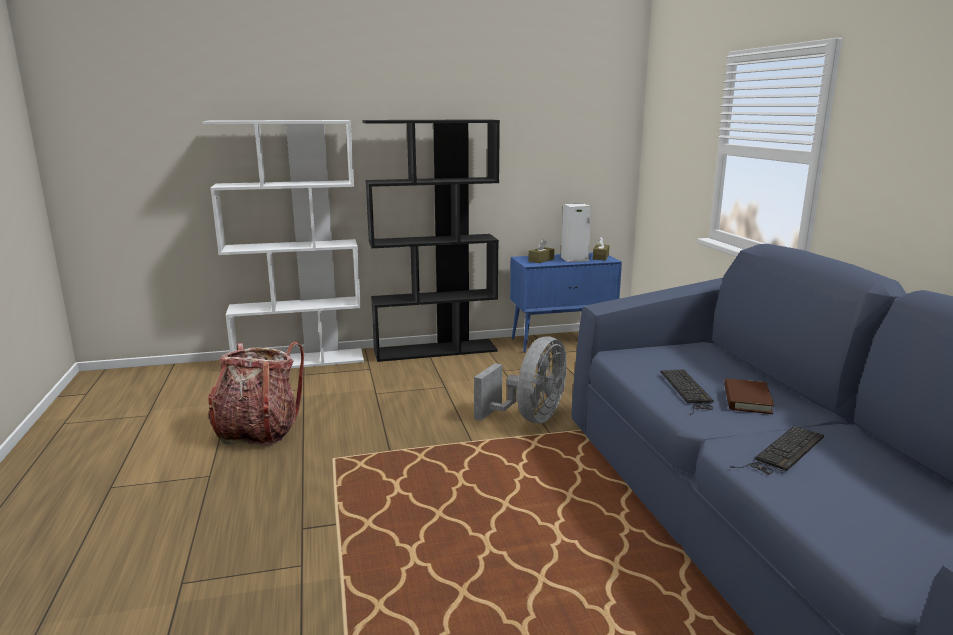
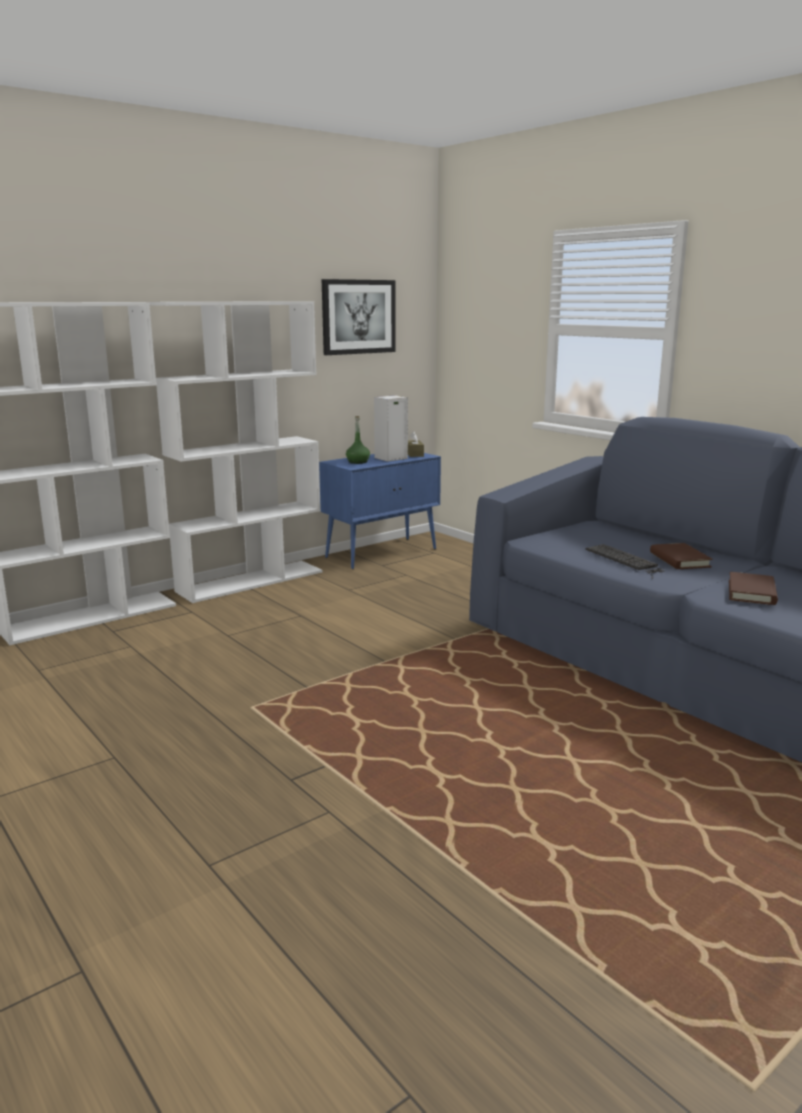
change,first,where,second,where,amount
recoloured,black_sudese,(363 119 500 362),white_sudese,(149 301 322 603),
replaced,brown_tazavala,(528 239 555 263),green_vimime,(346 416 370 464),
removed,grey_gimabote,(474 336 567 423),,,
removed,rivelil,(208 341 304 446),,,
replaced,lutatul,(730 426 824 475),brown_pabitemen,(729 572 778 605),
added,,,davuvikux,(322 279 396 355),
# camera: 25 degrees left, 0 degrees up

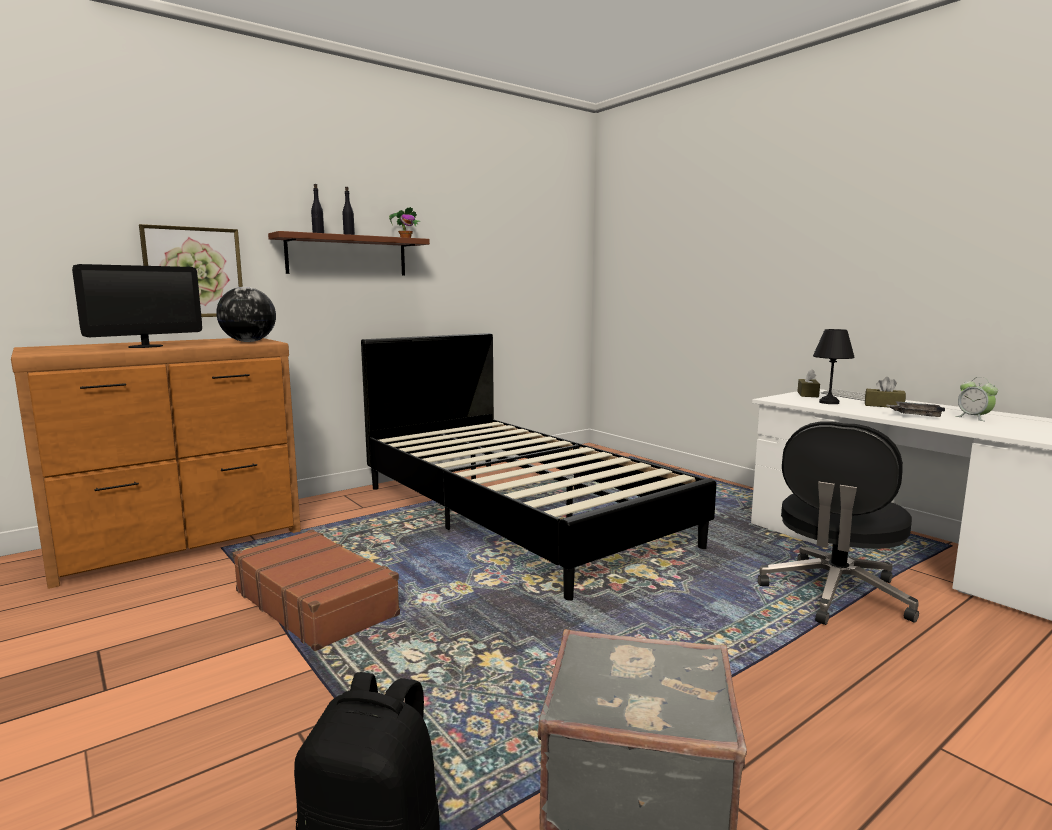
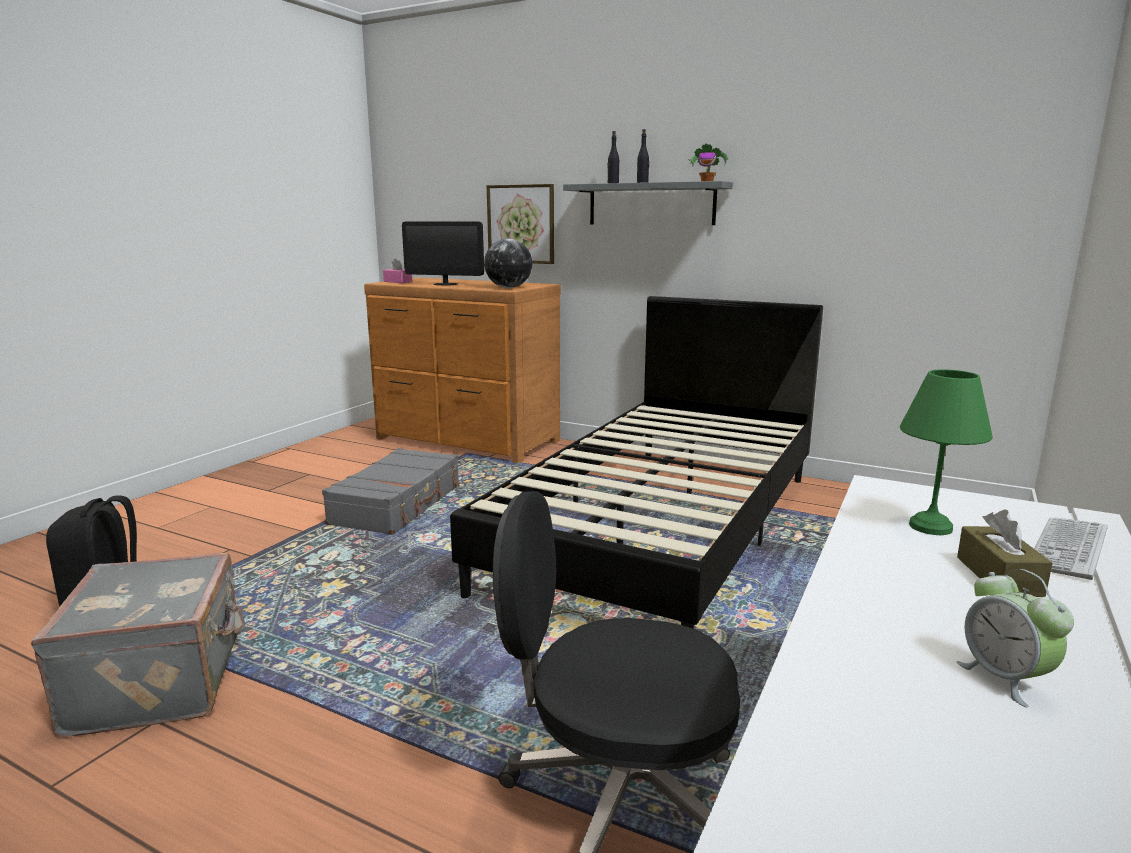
change,first,where,second,where,amount
recoloured,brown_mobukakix,(268 231 430 275),grey_mobukakix,(563 181 733 225),
recoloured,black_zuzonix,(813 329 855 404),green_zuzonix,(900 369 993 535),
removed,brown_tazavala,(797 368 820 397),,,
turned,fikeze,(955 377 998 421),,(956 569 1074 707),60 degrees counterclockwise
removed,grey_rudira,(886 401 945 417),,,
recoloured,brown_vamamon,(233 529 400 651),grey_vamamon,(322 448 460 535),
added,,,pink_tazavala,(383 258 412 283),
# camera: 65 degrees right, 5 degrees up

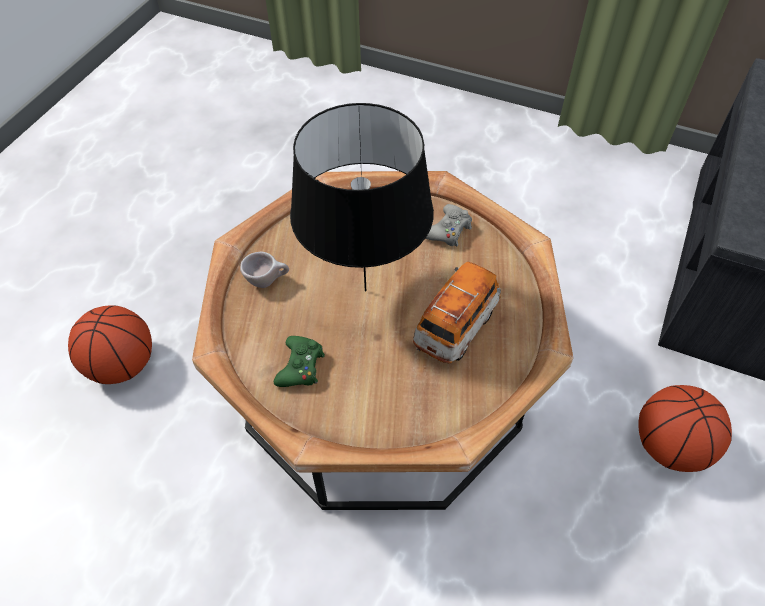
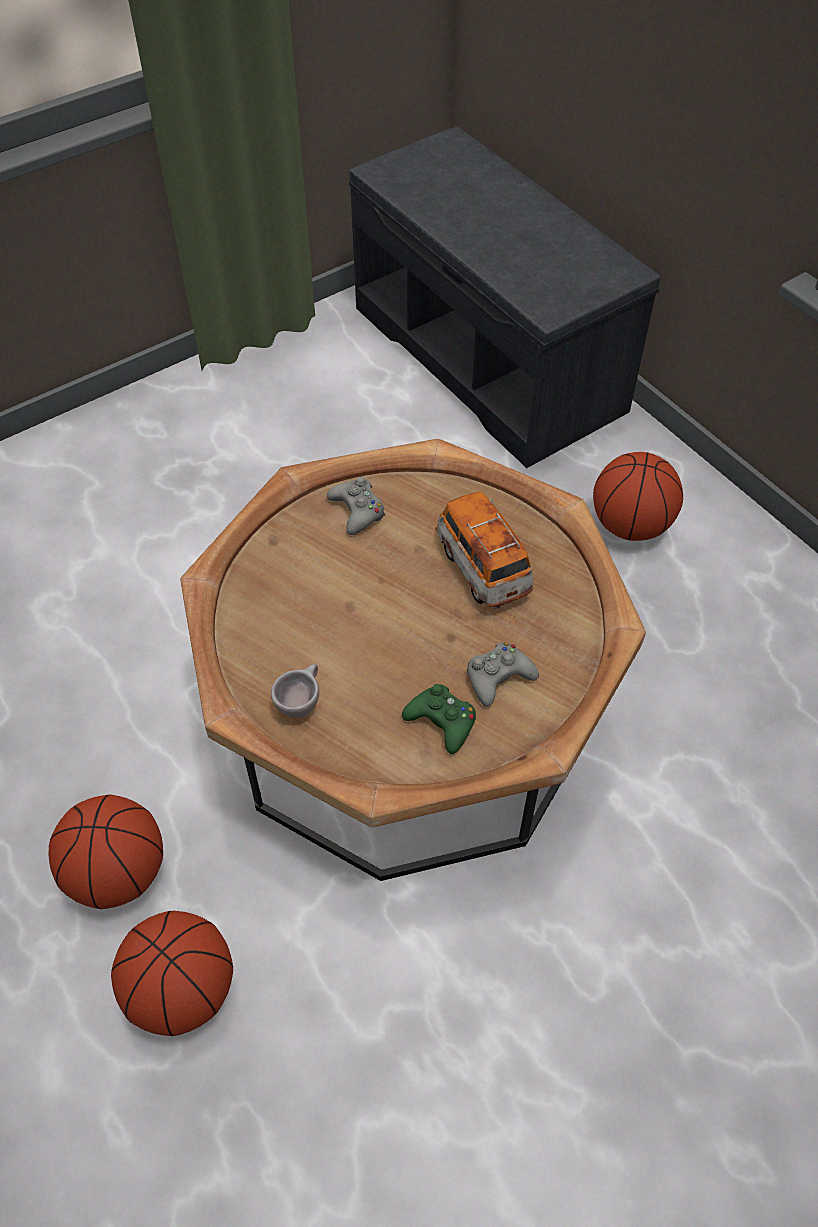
change,first,where,second,where,amount
removed,black_zuzonix,(290 103 434 291),,,
added,,,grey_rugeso,(467 642 539 707),
added,,,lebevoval,(49 795 163 909),
# camera: 60 degrees left, 0 degrees up

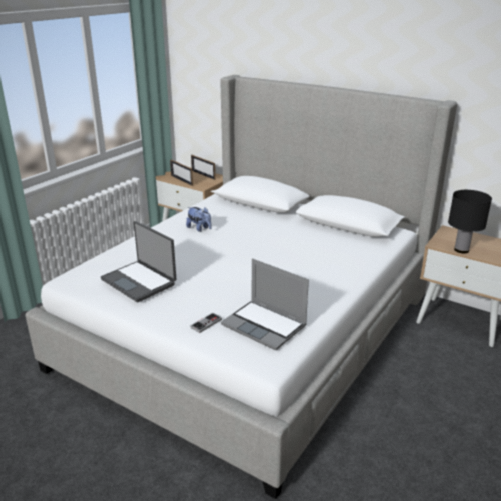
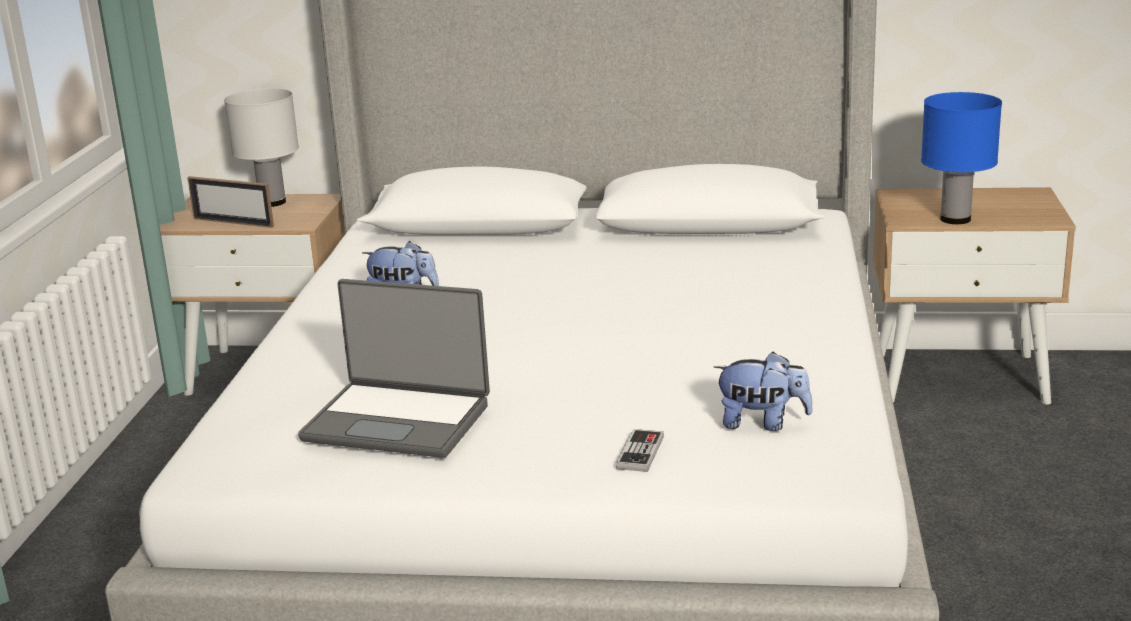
change,first,where,second,where,amount
replaced,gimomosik,(191 155 216 180),white_zuzonix,(224 88 299 207),
recoloured,black_zuzonix,(448 190 492 253),blue_zuzonix,(921 92 1002 224),
replaced,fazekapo,(221 259 309 350),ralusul,(714 352 813 431),
# camera: 25 degrees left, 5 degrees down

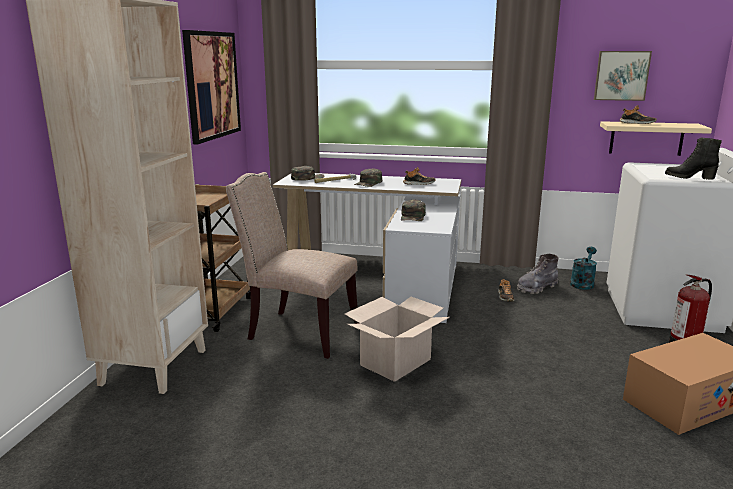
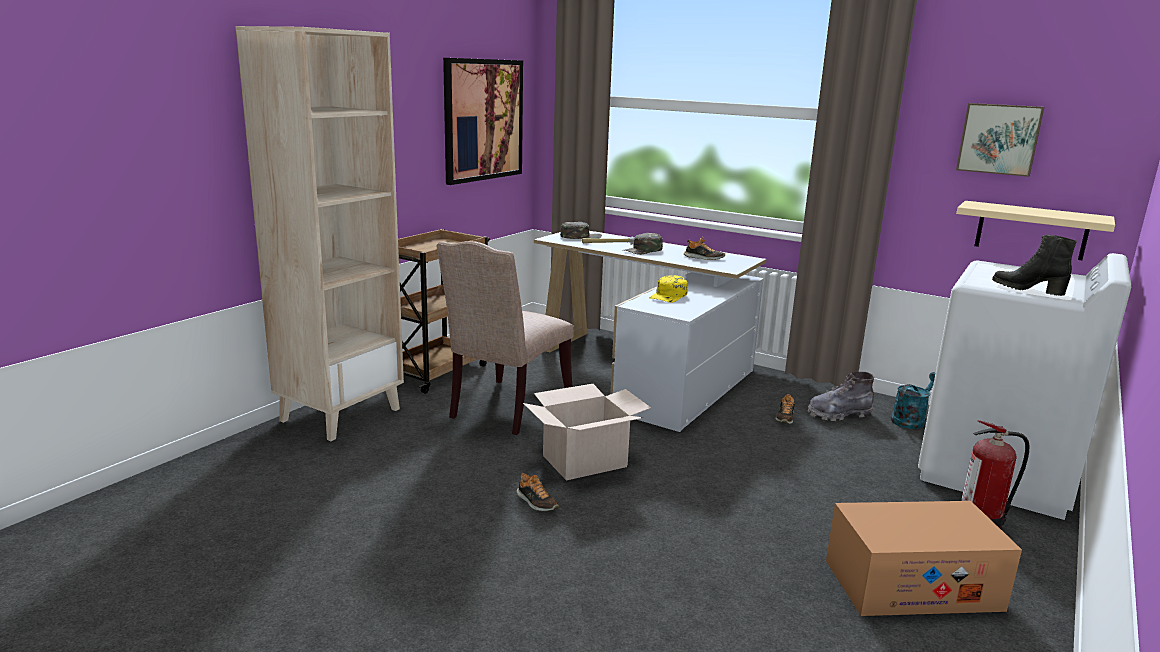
change,first,where,second,where,amount
moved,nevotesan,(619 105 657 124),,(517 473 559 511),
turned,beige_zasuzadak,(226 172 359 359),,(437 241 574 435),105 degrees counterclockwise
recoloured,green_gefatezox,(401 199 426 221),yellow_gefatezox,(649 275 687 302),
# camera: 20 degrees right, 0 degrees up

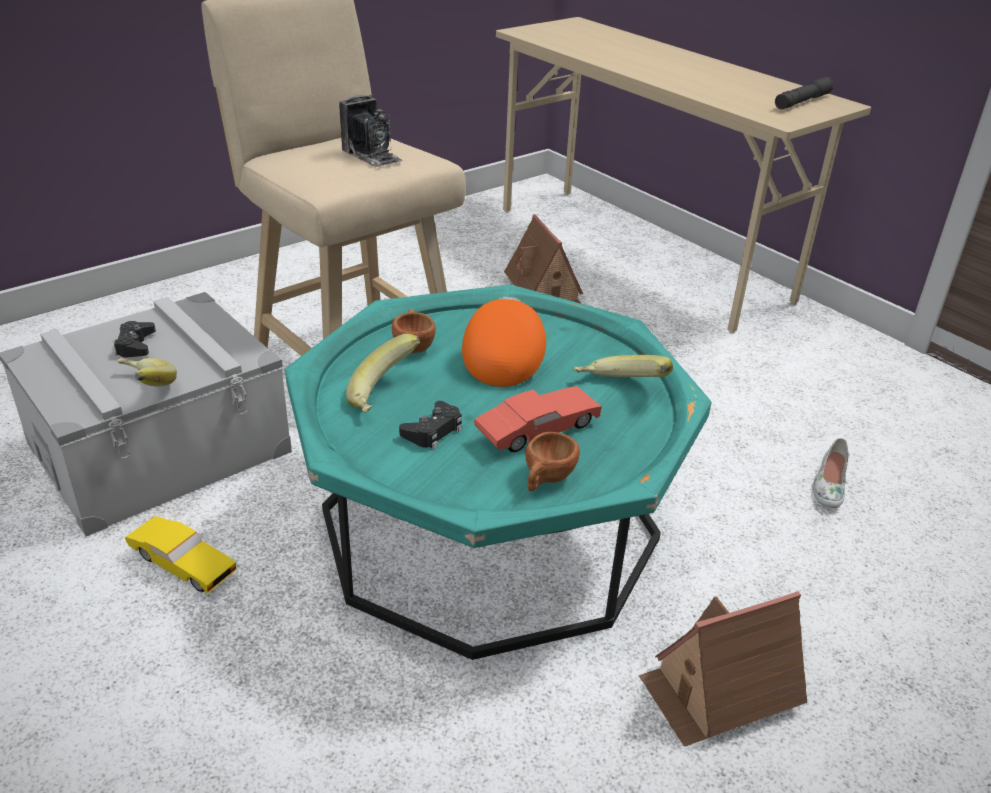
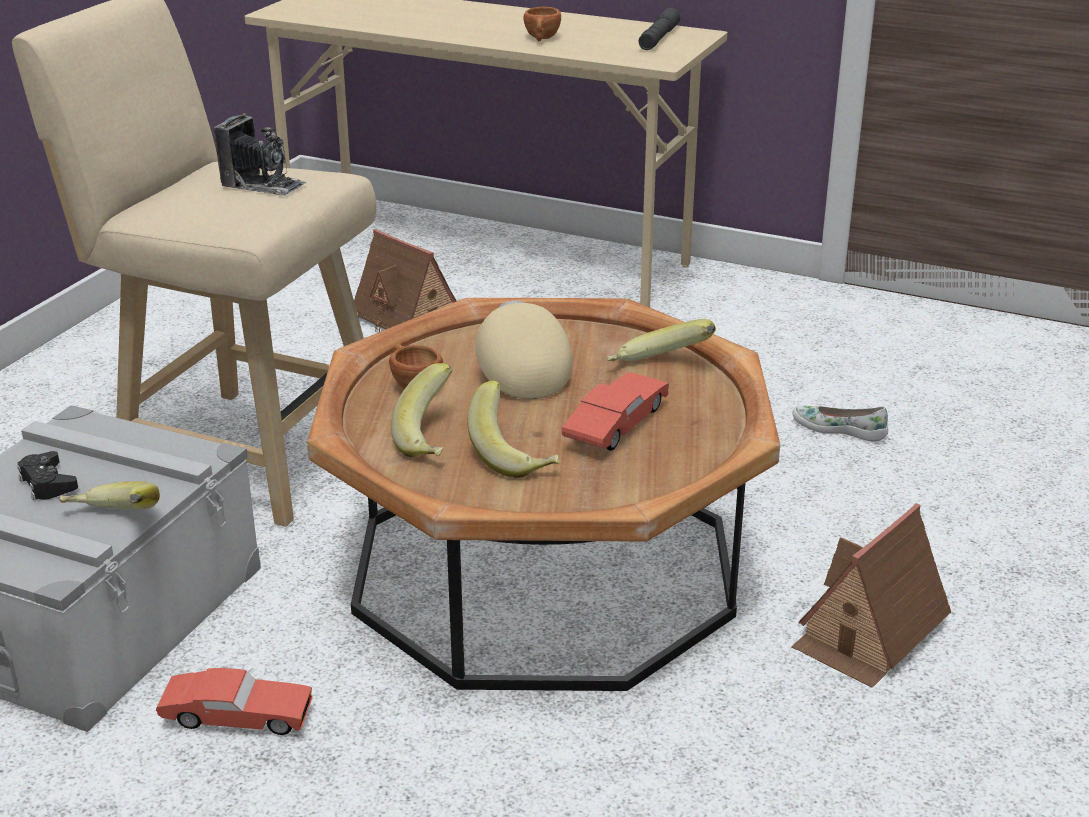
change,first,where,second,where,amount
recoloured,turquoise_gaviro,(285 285 711 660),brown_gaviro,(307 298 780 691),
recoloured,orange_gefatezox,(462 297 546 387),beige_gefatezox,(475 300 572 399),
replaced,black_rugeso,(399 401 462 449),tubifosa,(467 380 559 478),
moved,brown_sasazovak,(525 432 580 491),,(523 7 561 41),
turned,white_nevotesan,(813 438 848 508),,(792 406 888 442),120 degrees clockwise
recoloured,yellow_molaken,(125 516 237 593),red_molaken,(156 668 313 735),
# camera: 25 degrees left, 5 degrees down

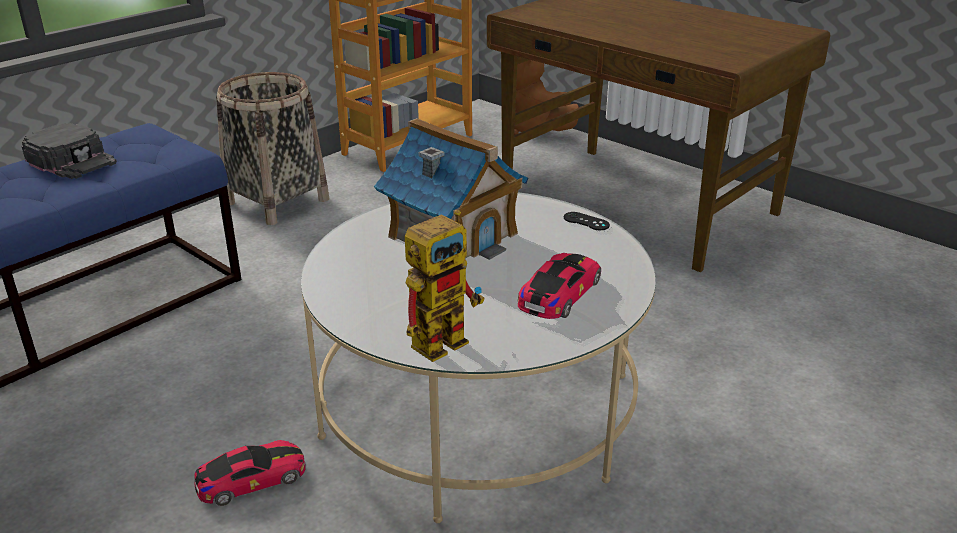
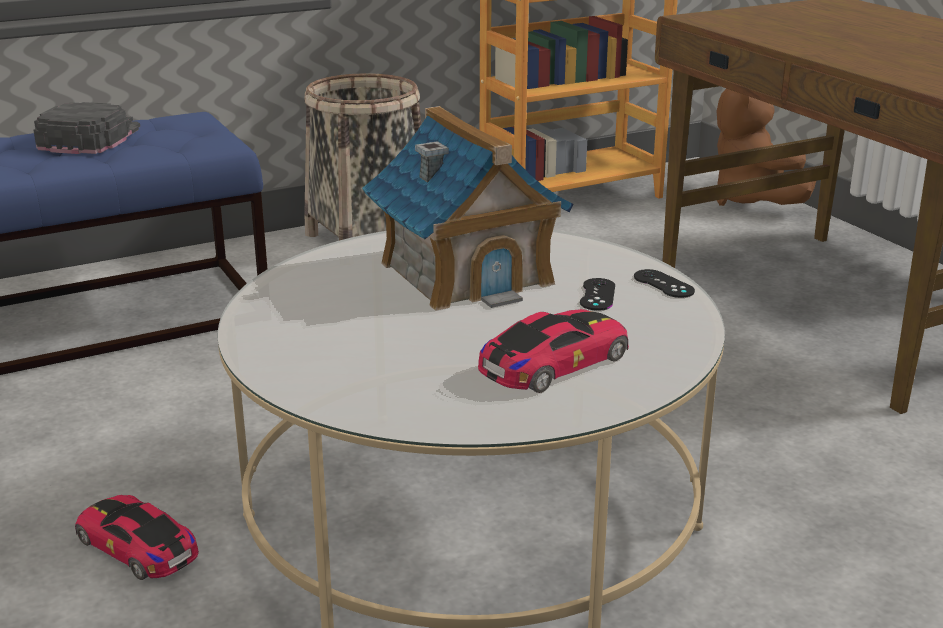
change,first,where,second,where,amount
turned,black_gefatezox,(22 123 117 179),,(33 102 140 154),135 degrees counterclockwise
removed,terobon,(405 210 485 362),,,
turned,molaken,(194 440 306 506),,(75 495 199 580),135 degrees counterclockwise
added,,,black_rugeso,(580 278 615 311),
# camera: 20 degrees right, 5 degrees down

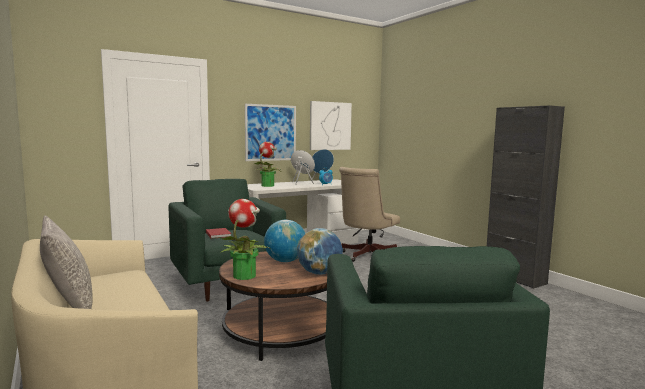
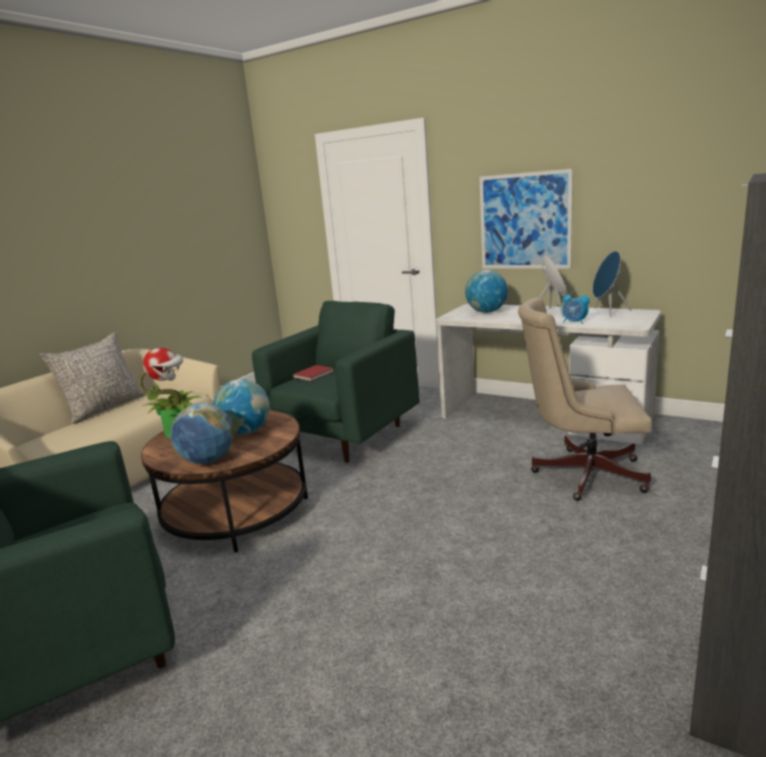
change,first,where,second,where,amount
removed,davuvikux,(310 101 352 150),,,
replaced,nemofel,(254 142 282 187),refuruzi,(465 270 508 313),
# camera: 65 degrees right, 10 degrees up

